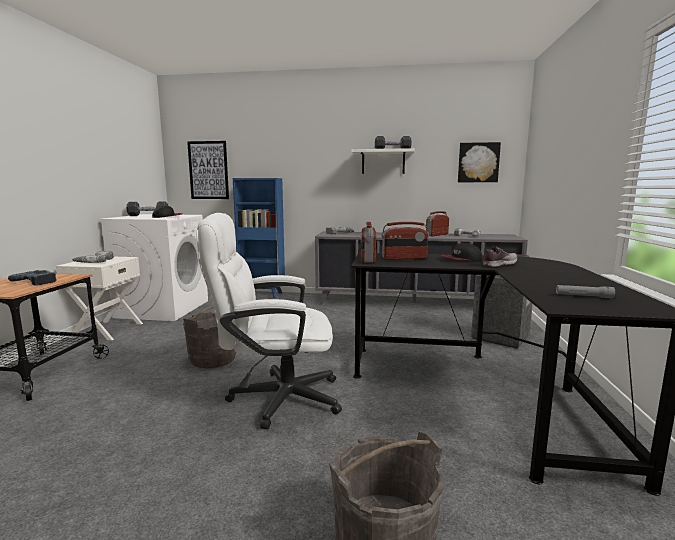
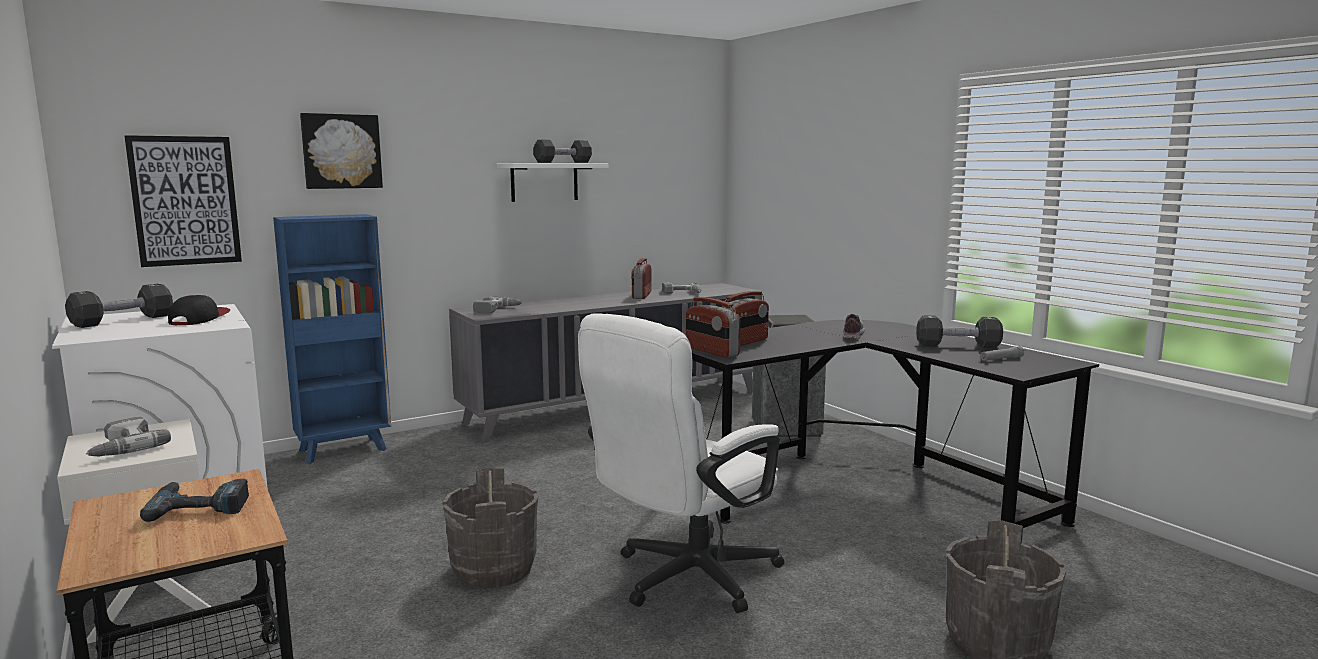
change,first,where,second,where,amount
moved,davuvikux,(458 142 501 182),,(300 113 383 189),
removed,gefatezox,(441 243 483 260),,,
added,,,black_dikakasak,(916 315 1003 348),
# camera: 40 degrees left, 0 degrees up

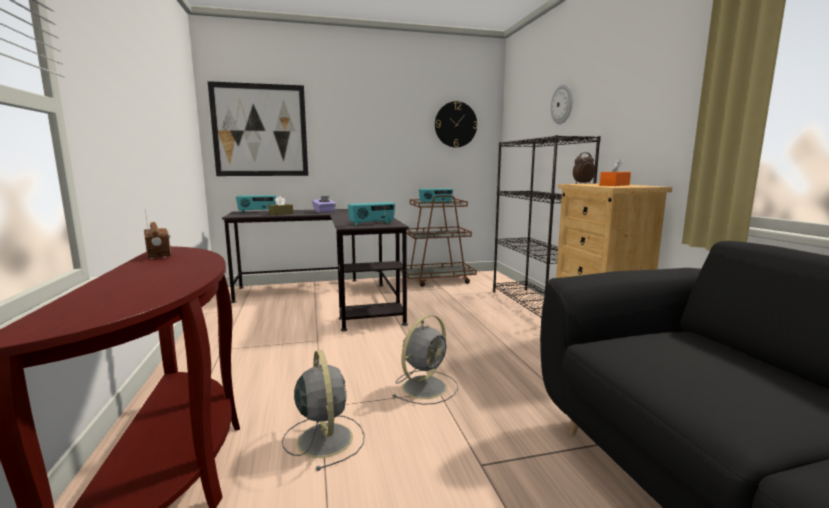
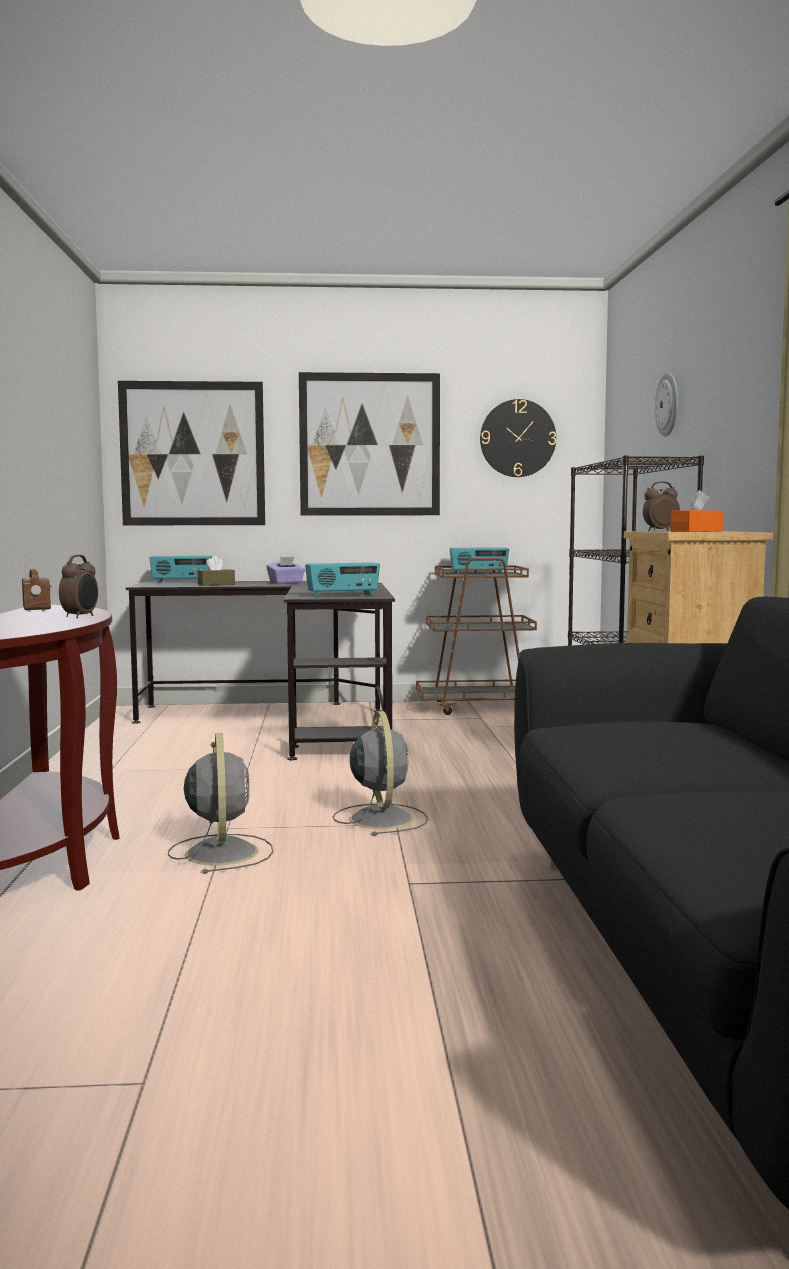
change,first,where,second,where,amount
turned,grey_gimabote,(393 315 458 405),,(333 711 428 836),60 degrees counterclockwise
added,,,davuvikux,(299 372 440 516),
added,,,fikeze,(59 555 98 618),
# camera: 10 degrees right, 5 degrees down

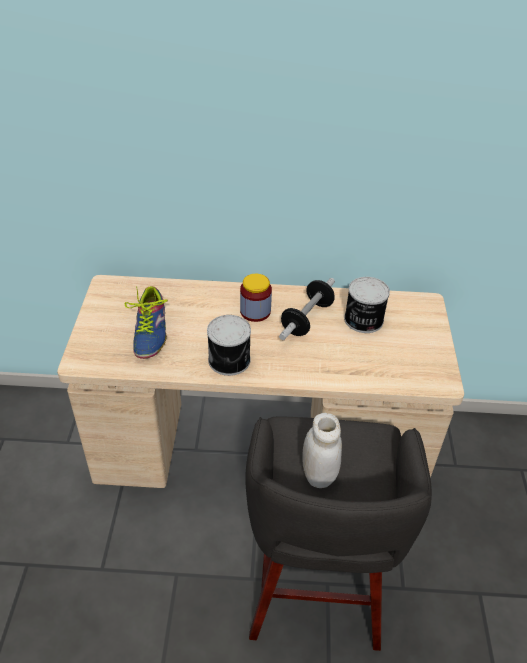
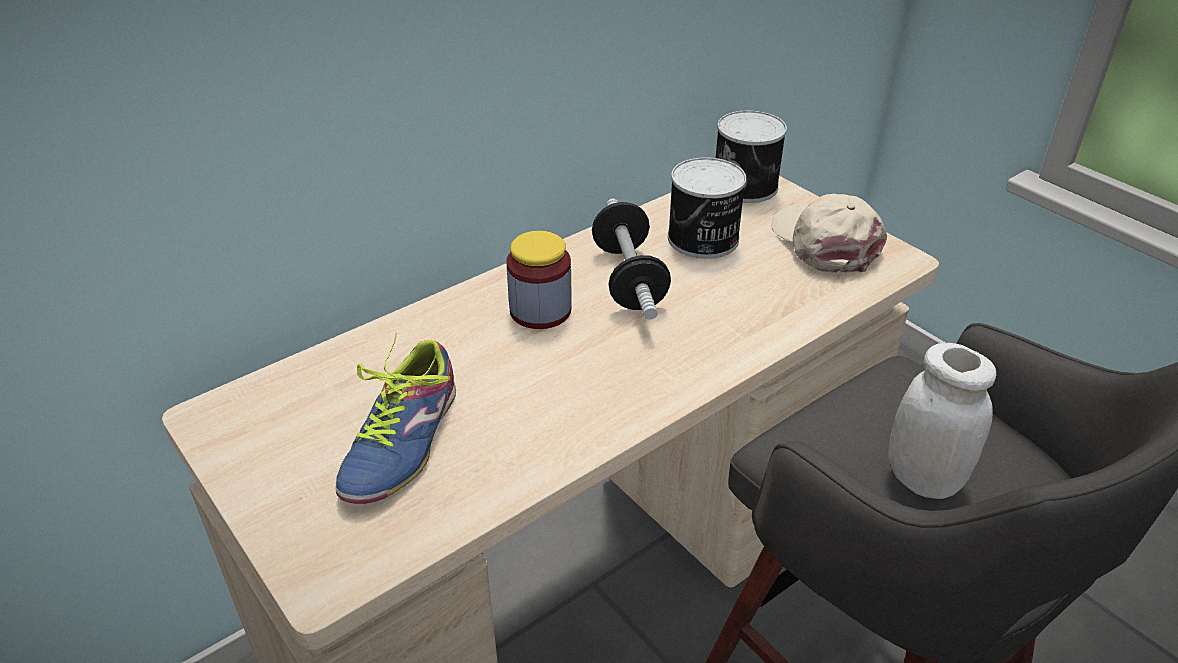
change,first,where,second,where,amount
turned,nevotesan,(125 286 168 359),,(336 333 456 504),60 degrees clockwise
moved,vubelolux,(207 315 251 376),,(716 110 787 203),
added,,,beige_gefatezox,(771 194 887 273),
# camera: 40 degrees left, 5 degrees down

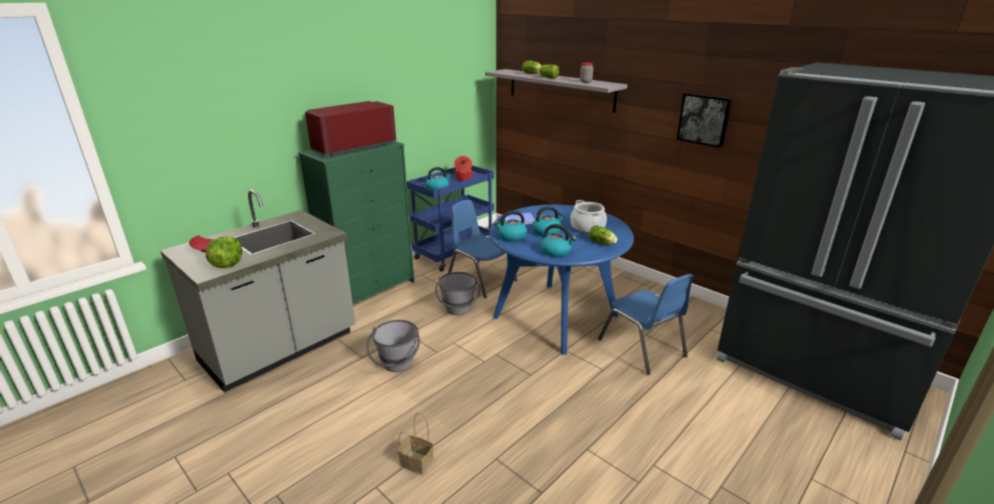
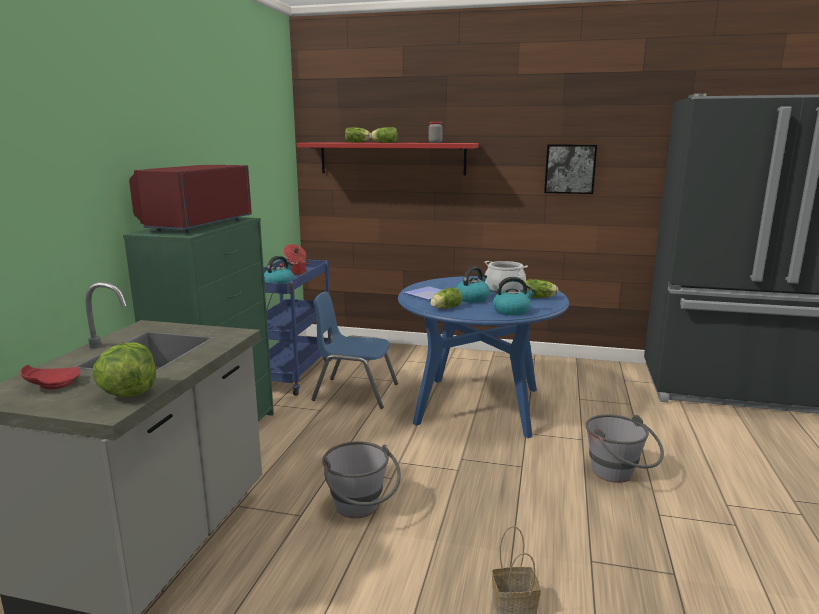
change,first,where,second,where,amount
recoloured,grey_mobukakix,(485 69 628 113),red_mobukakix,(296 142 479 175),
replaced,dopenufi,(494 211 527 242),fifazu,(430 287 462 309),
moved,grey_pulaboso,(435 272 480 315),,(585 414 664 483),
removed,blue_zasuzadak,(598 274 693 375),,,
# camera: 30 degrees left, 10 degrees down

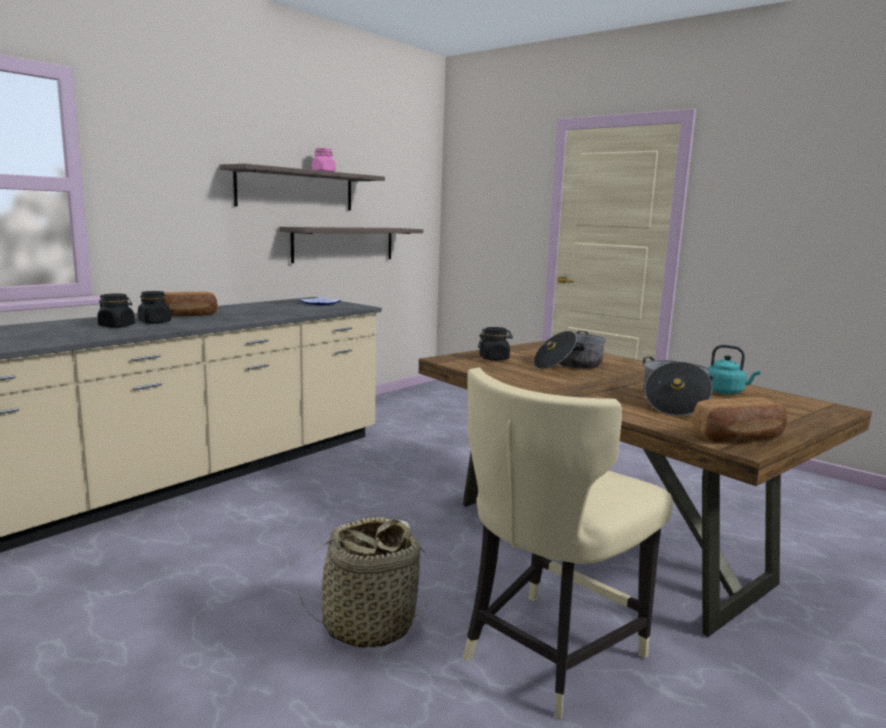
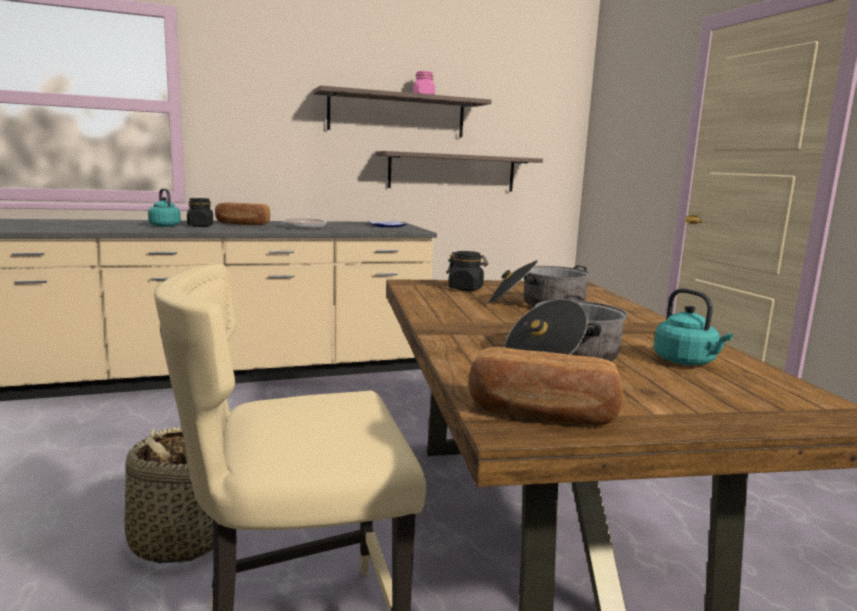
change,first,where,second,where,amount
replaced,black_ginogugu,(97 293 135 328),turquoise_dopenufi,(148 188 181 227),
added,,,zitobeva,(282 216 326 229),
# camera: 30 degrees right, 0 degrees up

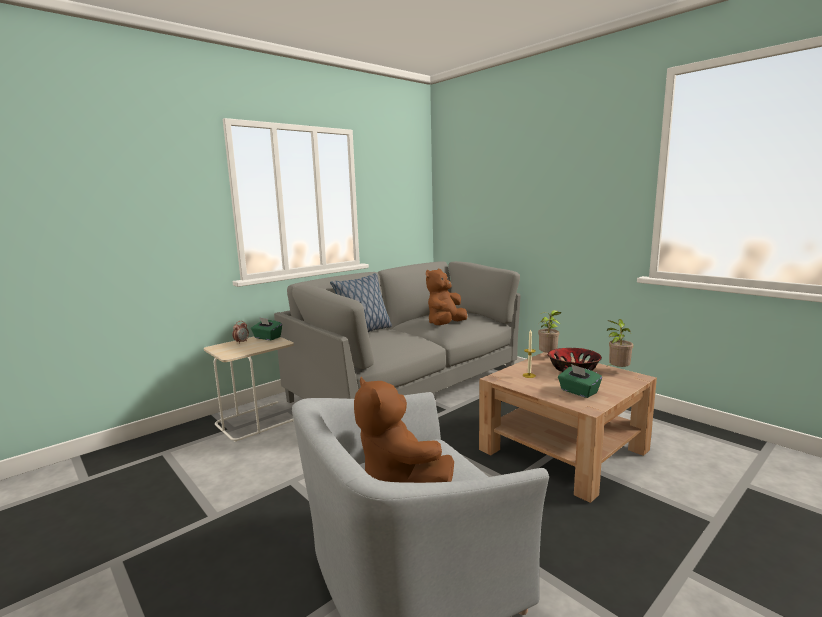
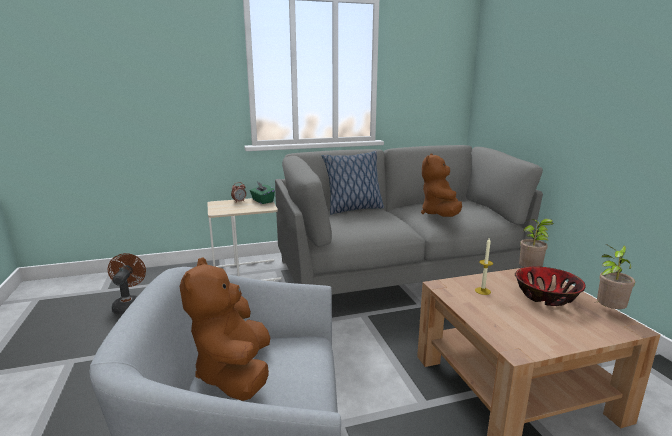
change,first,where,second,where,amount
turned,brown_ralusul,(426 269 467 325),,(421 153 462 217),45 degrees counterclockwise
removed,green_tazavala,(558 364 602 398),,,
added,,,brown_gimabote,(108 253 146 314),
# camera: 25 degrees right, 5 degrees up

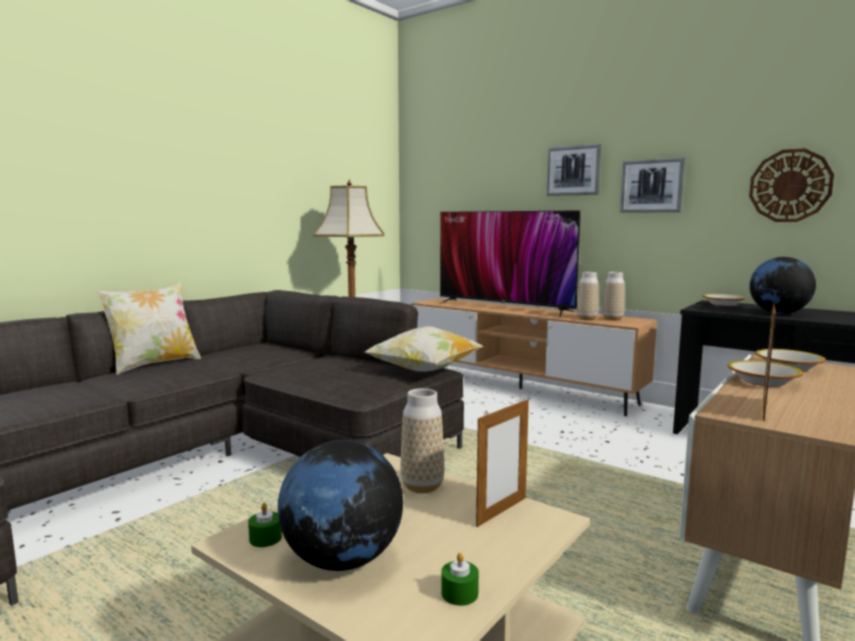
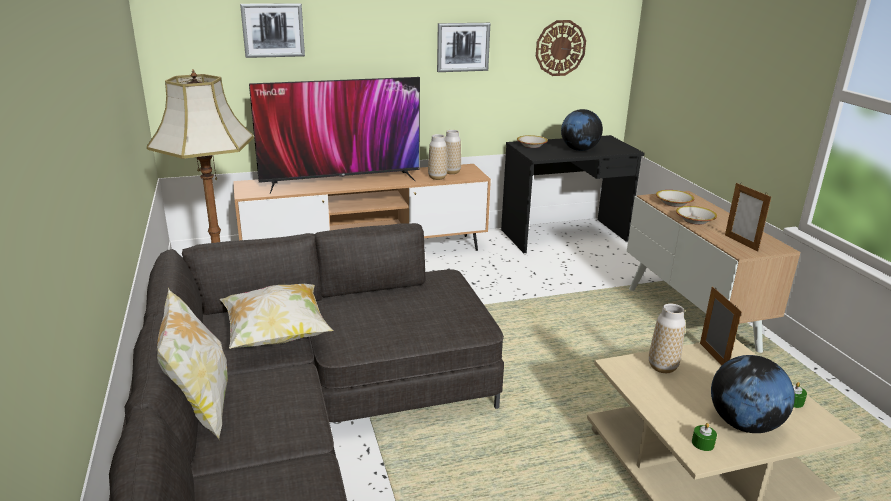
change,first,where,second,where,amount
moved,davuvikux,(546 144 601 196),,(240 3 305 58),
moved,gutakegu,(365 326 484 372),,(220 284 333 349),
# camera: 55 degrees left, 15 degrees up

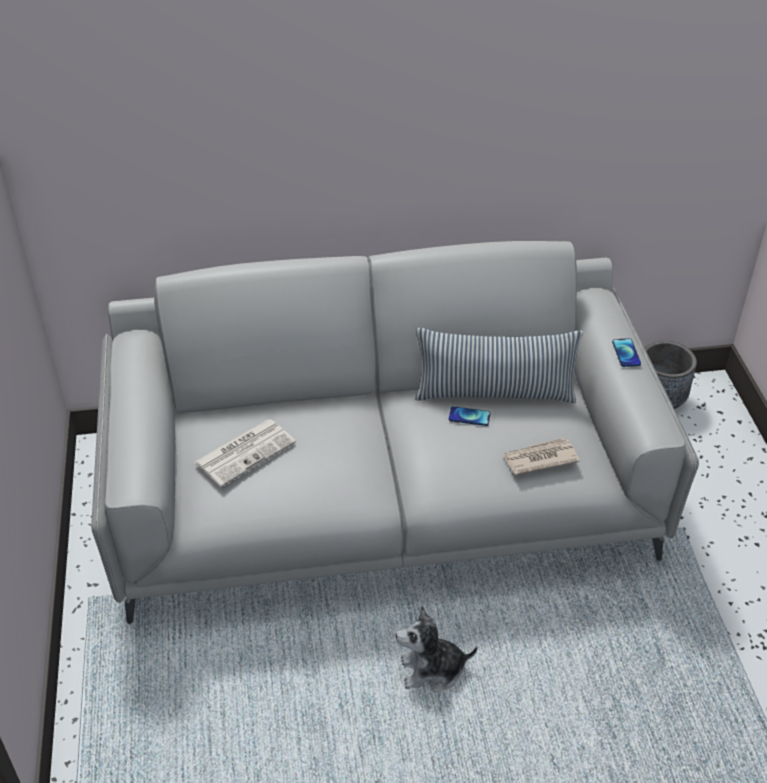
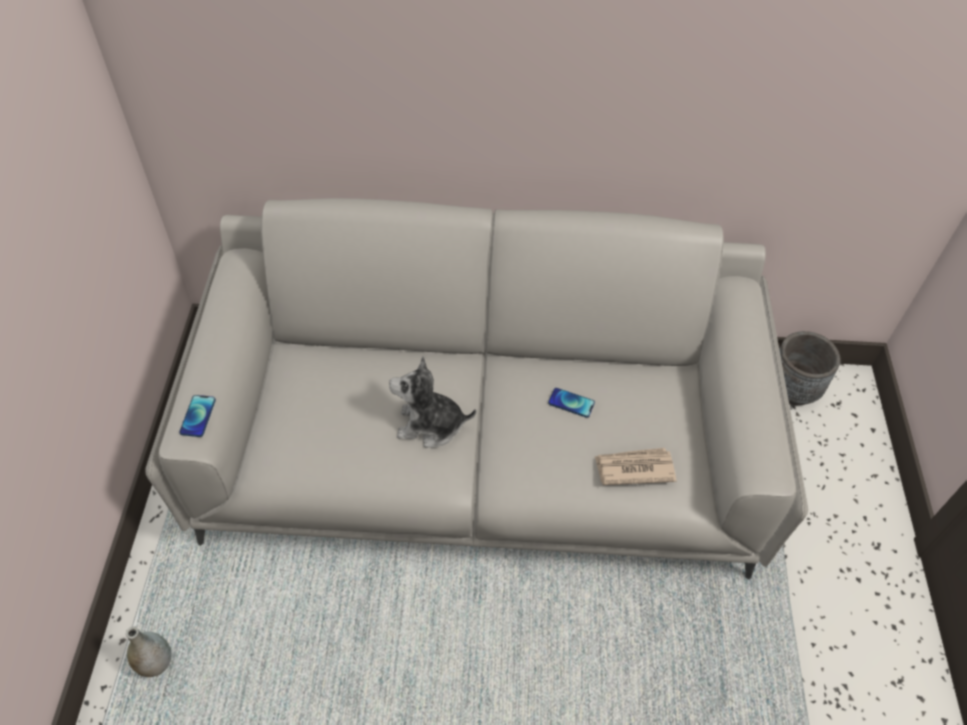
change,first,where,second,where,amount
removed,gutakegu,(415 328 583 403),,,
moved,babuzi,(612 338 641 367),,(179 395 216 437),
removed,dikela,(194 419 296 487),,,
moved,ralusul,(396 606 478 693),,(389 357 476 448),
added,,,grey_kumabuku,(126 626 171 677),
# camera: 10 degrees right, 10 degrees up

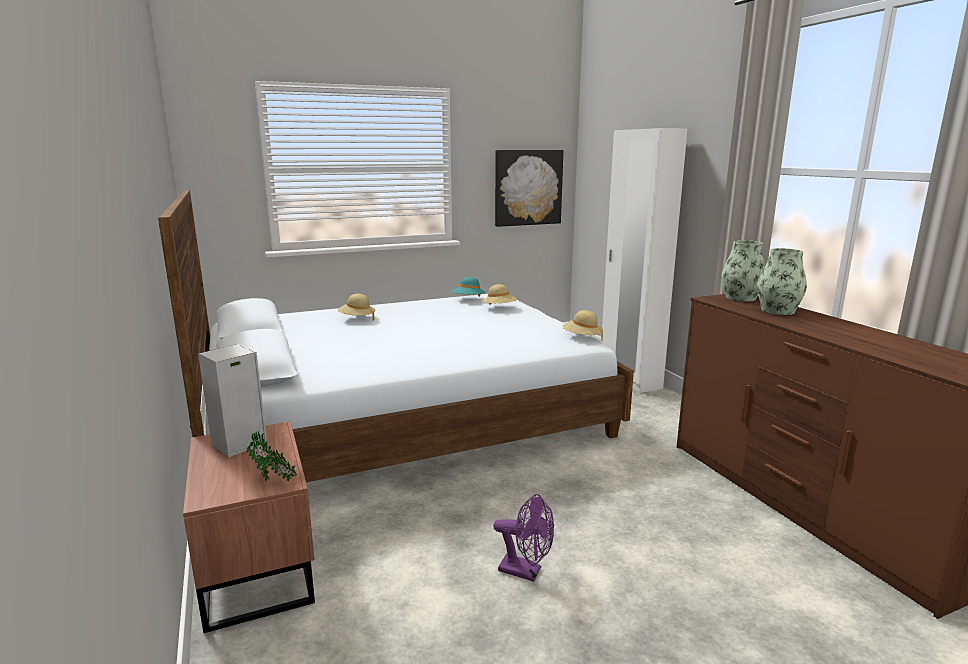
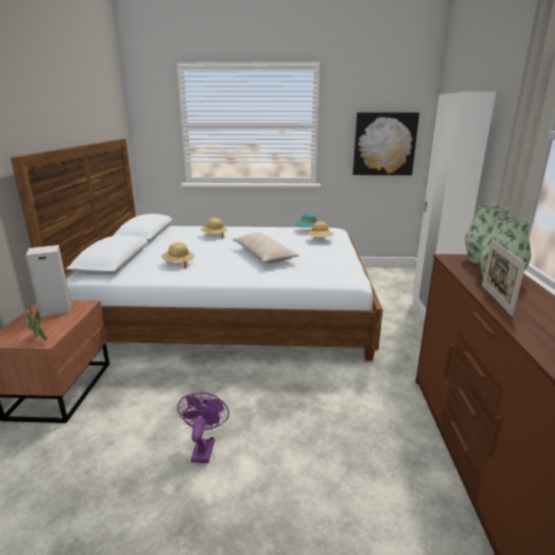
change,first,where,second,where,amount
moved,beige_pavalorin,(563 310 603 341),,(161 242 195 268),
turned,purple_gimabote,(493 494 554 582),,(177 392 229 463),135 degrees counterclockwise
added,,,beige_gutakegu,(233 233 300 263),
added,,,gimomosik,(482 239 526 317),
# camera: 25 degrees right, 5 degrees up

